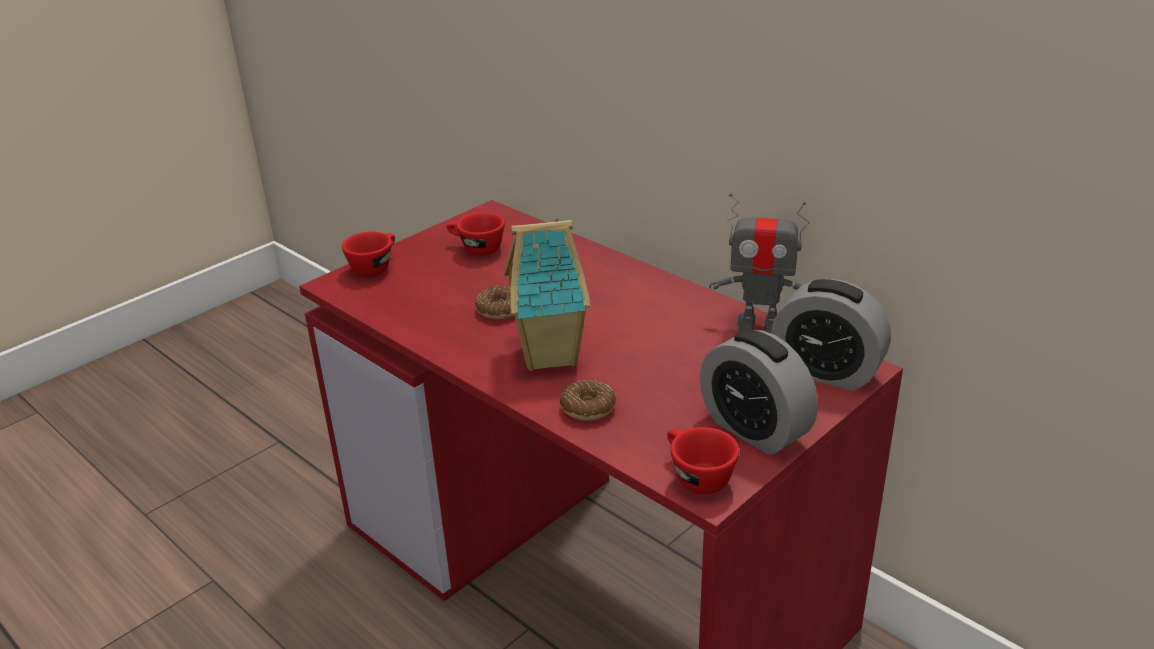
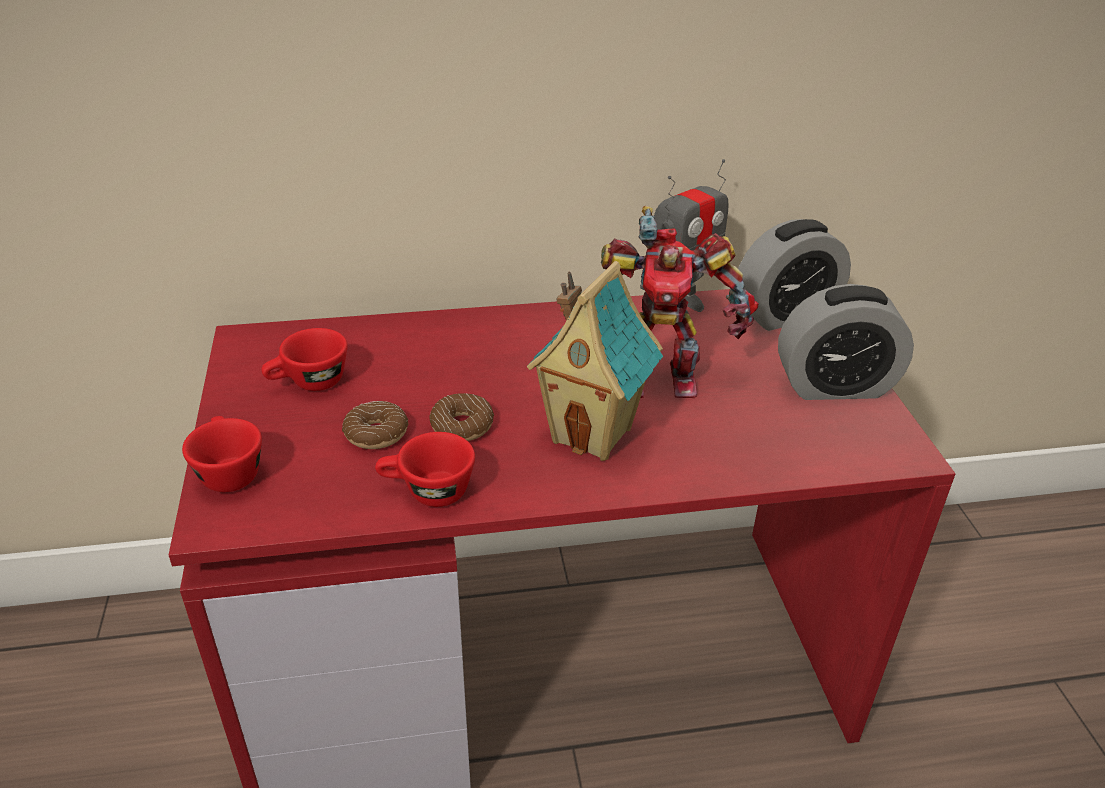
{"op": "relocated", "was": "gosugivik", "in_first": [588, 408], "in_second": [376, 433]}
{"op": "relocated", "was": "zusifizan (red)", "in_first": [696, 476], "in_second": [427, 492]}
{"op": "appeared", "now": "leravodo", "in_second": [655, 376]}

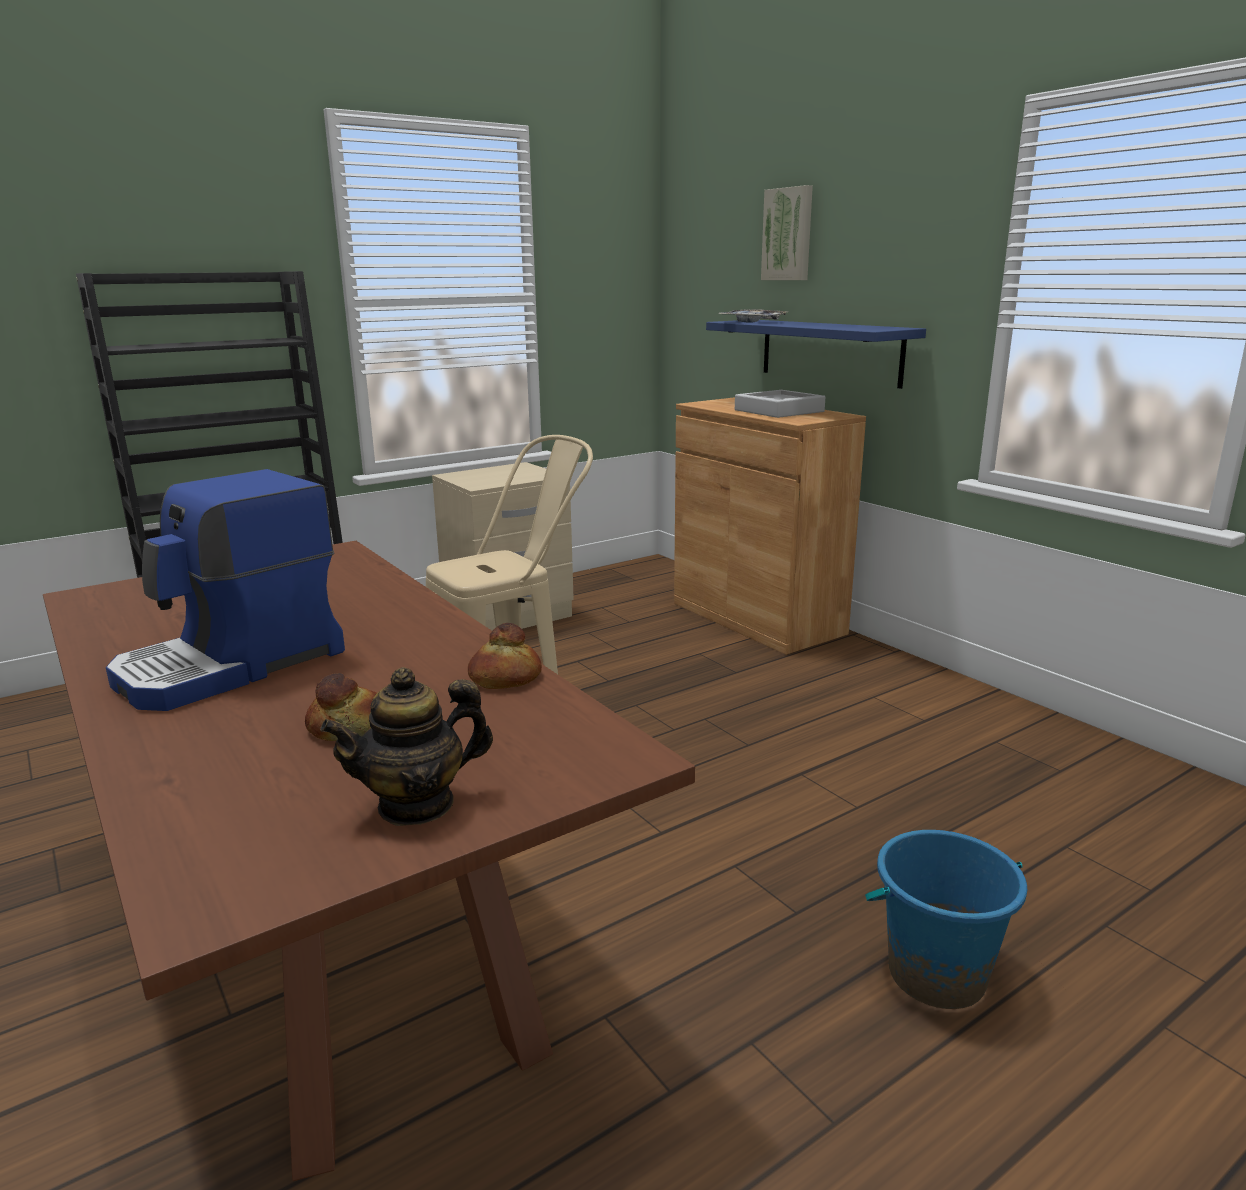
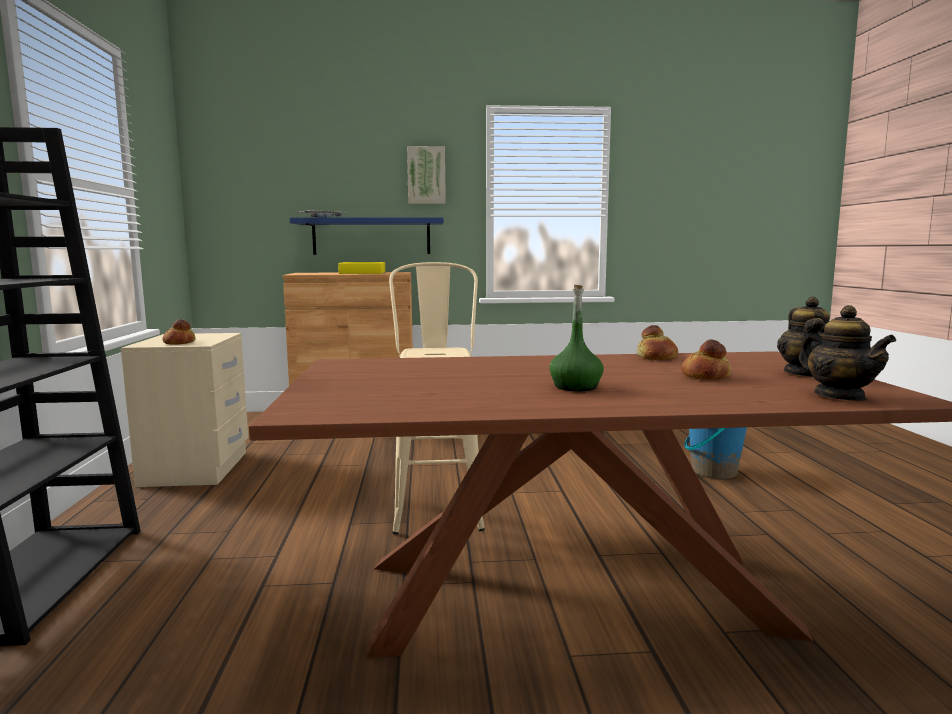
{"op": "exchanged", "was": "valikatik", "now": "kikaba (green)", "in_first": [233, 666], "in_second": [575, 387]}
{"op": "colour", "was": "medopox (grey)", "now": "medopox (yellow)", "in_first": [779, 411], "in_second": [362, 273]}
{"op": "relocated", "was": "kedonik", "in_first": [788, 234], "in_second": [426, 175]}
{"op": "appeared", "now": "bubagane", "in_second": [179, 343]}
{"op": "appeared", "now": "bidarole", "in_second": [840, 396]}

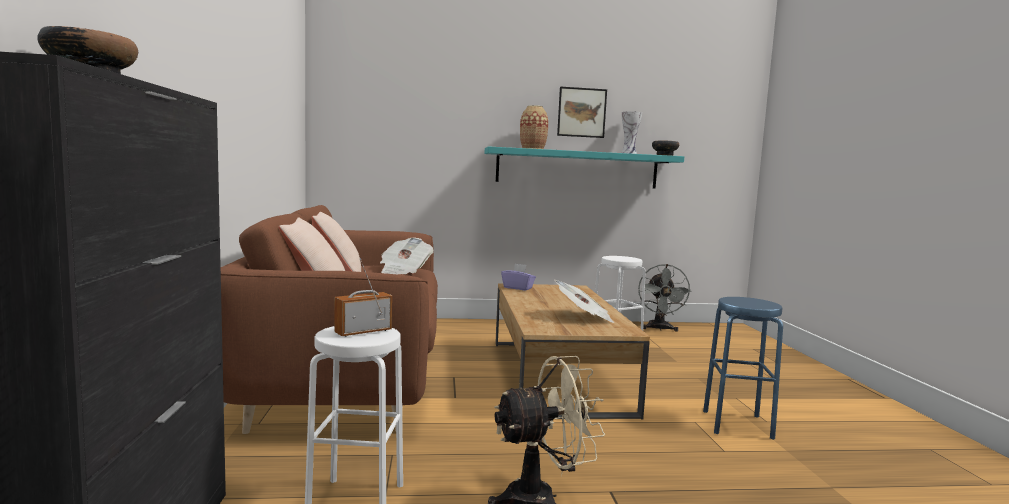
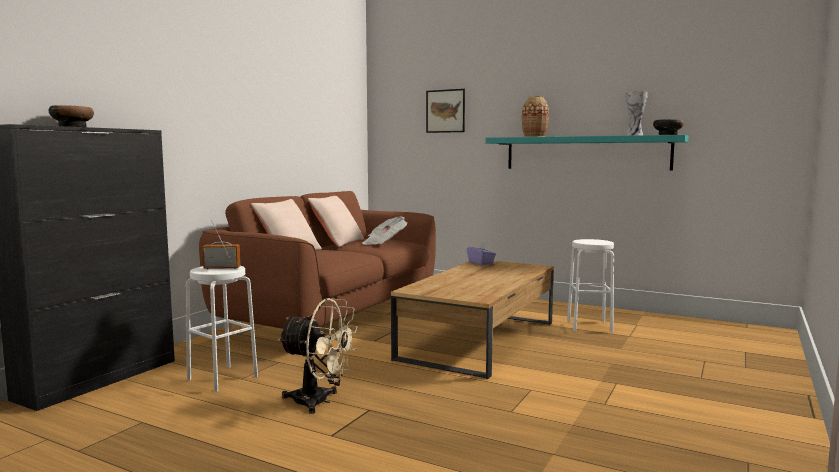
{"op": "missing", "was": "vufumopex", "in_first": [584, 318]}
{"op": "relocated", "was": "kedonik", "in_first": [581, 112], "in_second": [445, 111]}
{"op": "missing", "was": "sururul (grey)", "in_first": [659, 329]}
{"op": "missing", "was": "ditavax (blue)", "in_first": [737, 424]}

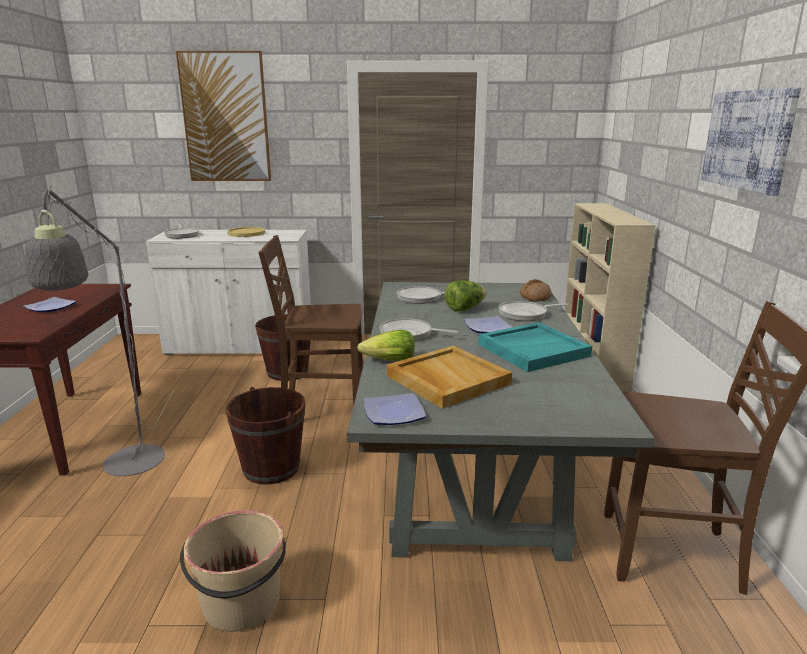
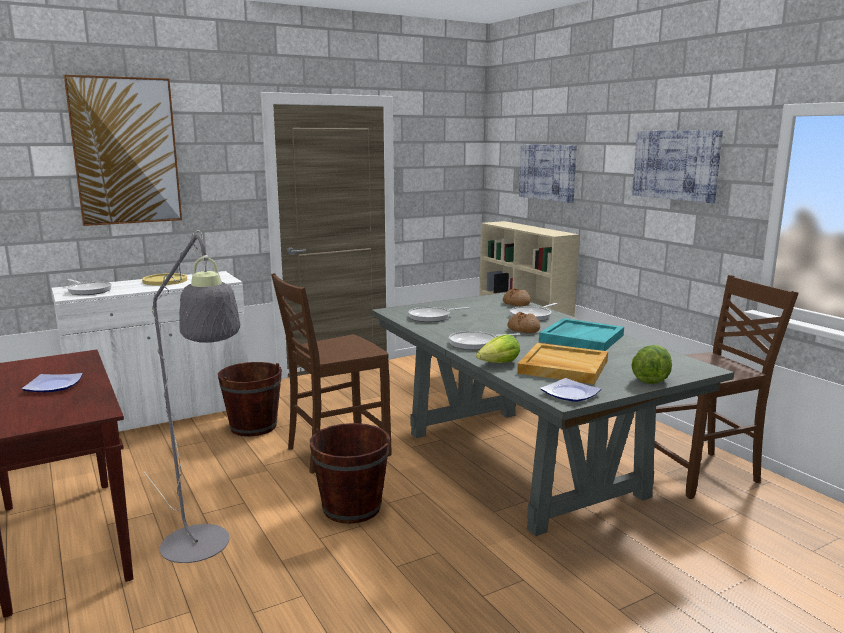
{"op": "missing", "was": "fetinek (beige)", "in_first": [241, 604]}
{"op": "relocated", "was": "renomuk", "in_first": [464, 309], "in_second": [651, 379]}
{"op": "exchanged", "was": "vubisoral", "now": "bubagane", "in_first": [486, 328], "in_second": [523, 330]}
{"op": "appeared", "now": "kedonik", "in_second": [547, 172]}

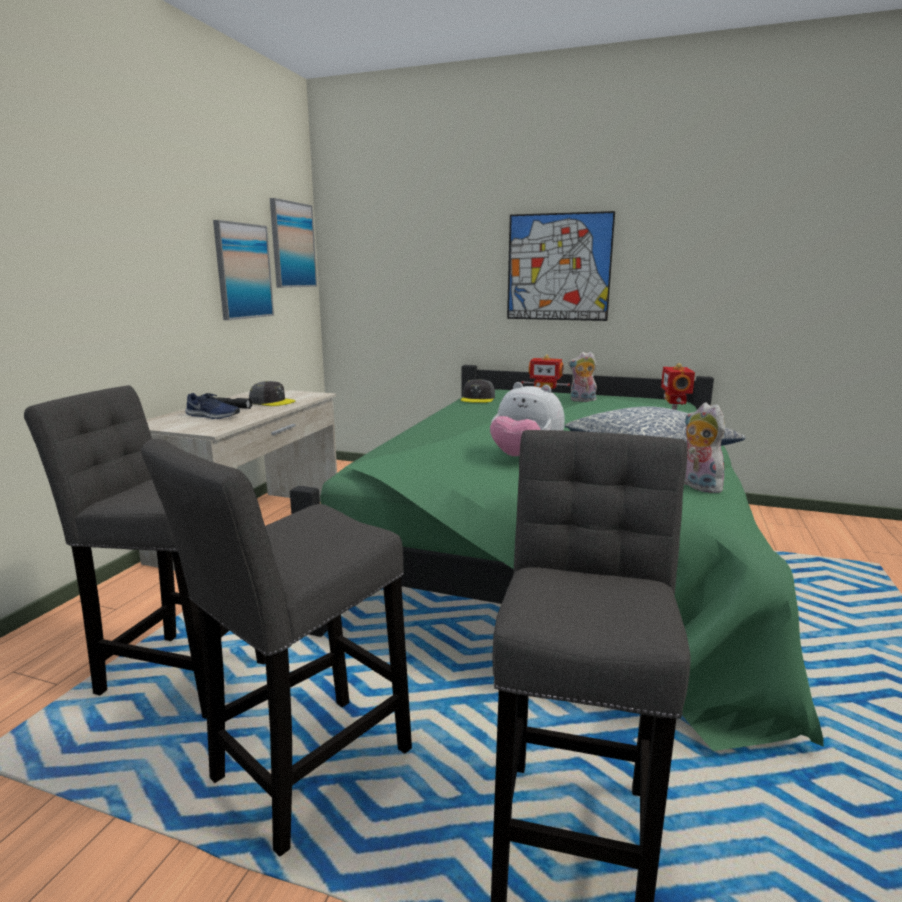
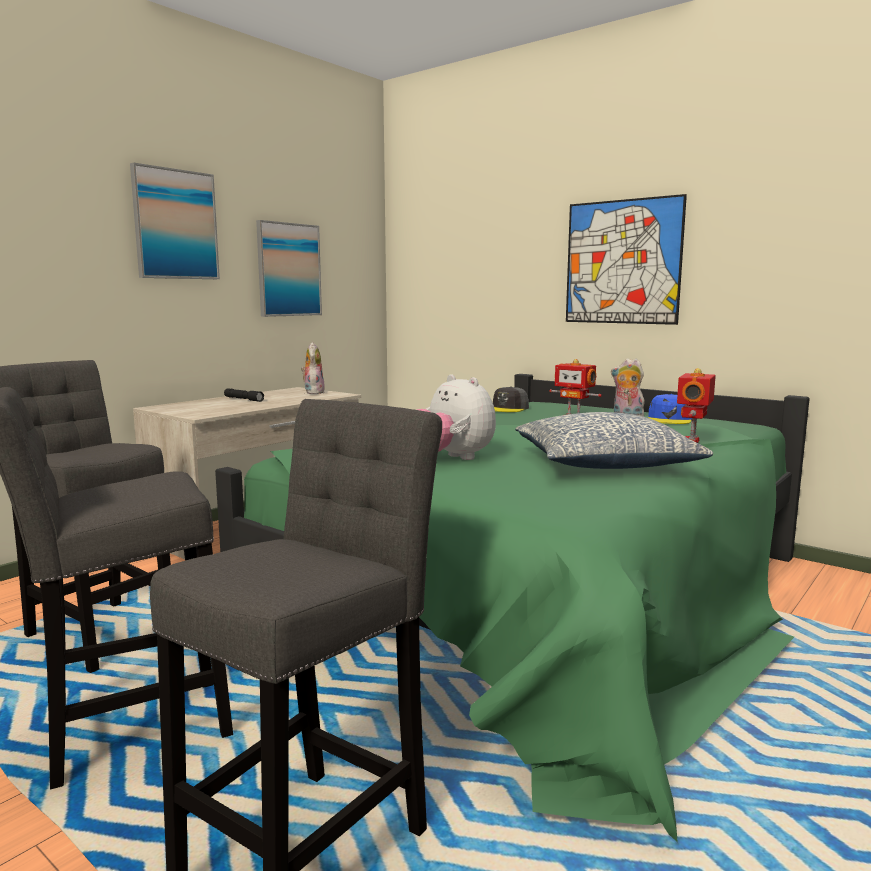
{"op": "missing", "was": "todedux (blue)", "in_first": [212, 416]}
{"op": "missing", "was": "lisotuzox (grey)", "in_first": [272, 402]}
{"op": "relocated", "was": "kedonik", "in_first": [292, 245], "in_second": [175, 224]}
{"op": "relocated", "was": "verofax", "in_first": [697, 486], "in_second": [313, 392]}
{"op": "appeared", "now": "lisotuzox (blue)", "in_second": [669, 419]}

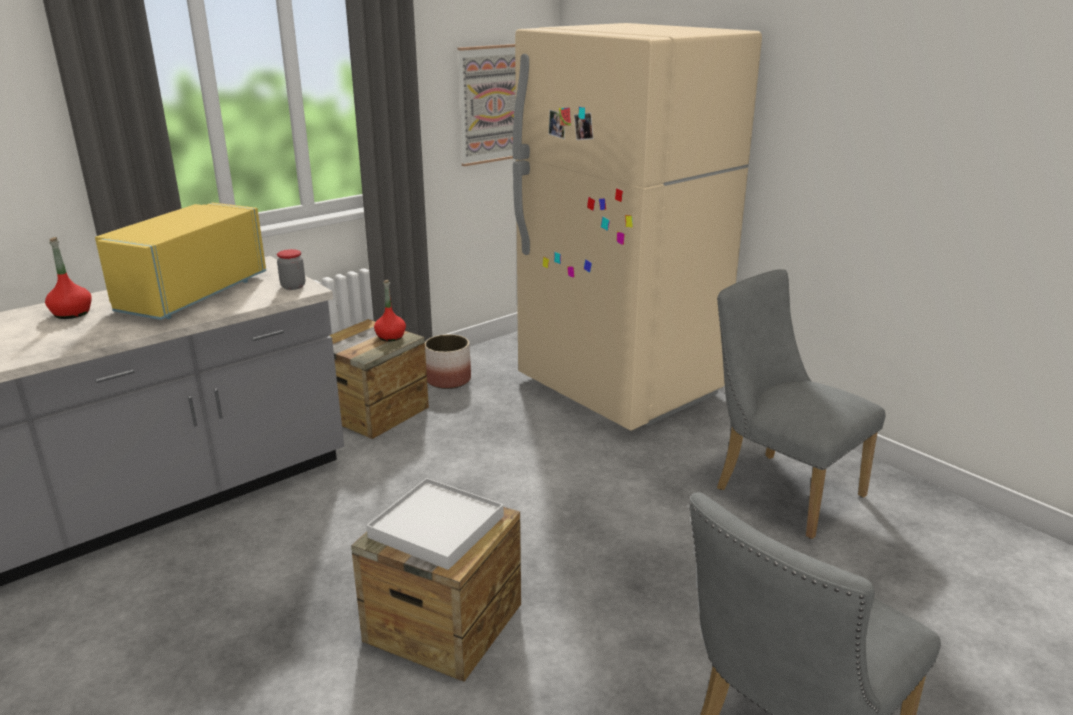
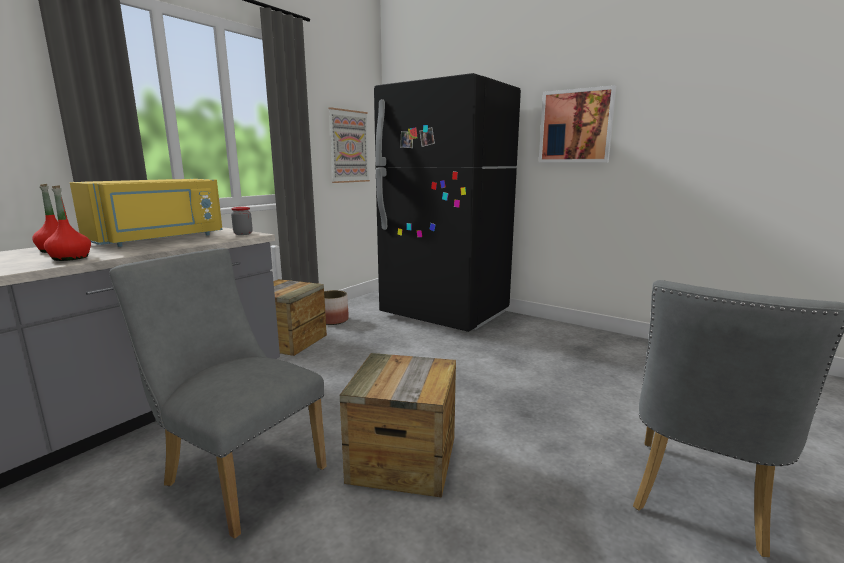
{"op": "spun", "was": "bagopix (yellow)", "in_first": [189, 294], "in_second": [160, 239], "clockwise": -150}
{"op": "missing", "was": "medopox (white)", "in_first": [437, 527]}
{"op": "relocated", "was": "kikaba (red)", "in_first": [390, 337], "in_second": [70, 258]}
{"op": "colour", "was": "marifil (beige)", "now": "marifil (black)", "in_first": [619, 387], "in_second": [445, 314]}
{"op": "relocated", "was": "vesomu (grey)", "in_first": [779, 489], "in_second": [238, 473]}
{"op": "appeared", "now": "kedonik", "in_second": [576, 126]}

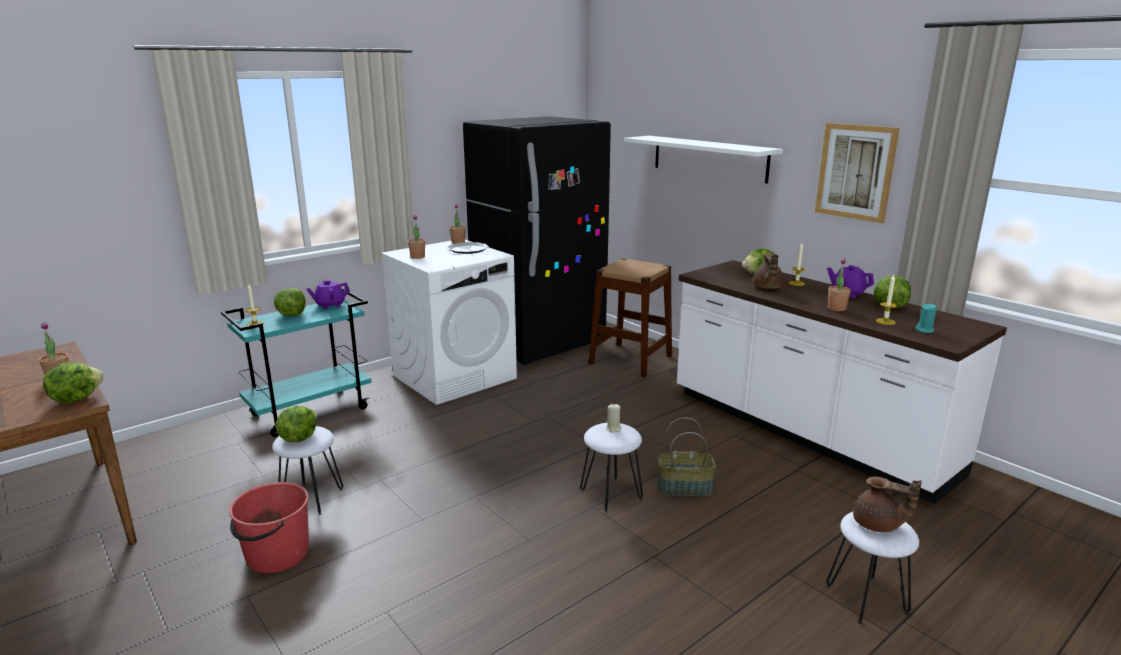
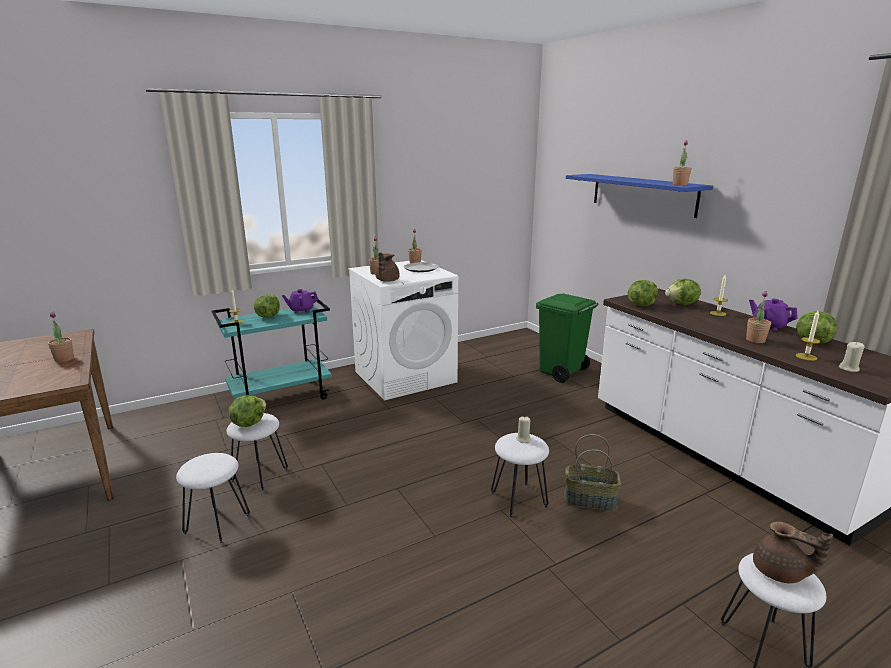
{"op": "relocated", "was": "renomuk", "in_first": [76, 399], "in_second": [641, 305]}
{"op": "exchanged", "was": "fetinek (red)", "now": "ditavax (white)", "in_first": [276, 555], "in_second": [216, 524]}
{"op": "missing", "was": "marifil (black)", "in_first": [539, 344]}
{"op": "exchanged", "was": "ditavax (brown)", "now": "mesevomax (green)", "in_first": [630, 359], "in_second": [561, 372]}
{"op": "colour", "was": "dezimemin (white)", "now": "dezimemin (blue)", "in_first": [709, 158], "in_second": [642, 194]}
{"op": "relocated", "was": "bidarole (brown)", "in_first": [767, 287], "in_second": [386, 280]}
{"op": "missing", "was": "kedonik", "in_first": [855, 172]}
{"op": "colour", "was": "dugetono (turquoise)", "now": "dugetono (beige)", "in_first": [924, 330], "in_second": [849, 368]}
{"op": "appeared", "now": "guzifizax", "in_second": [680, 185]}

